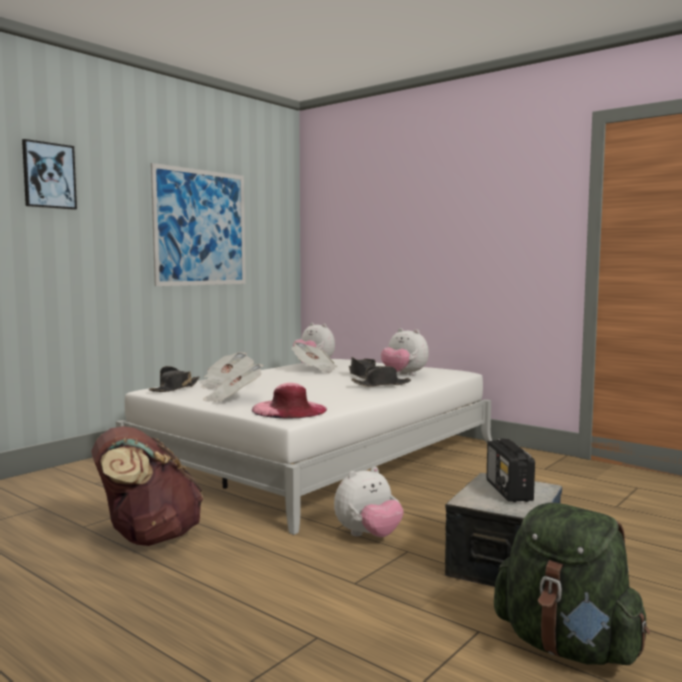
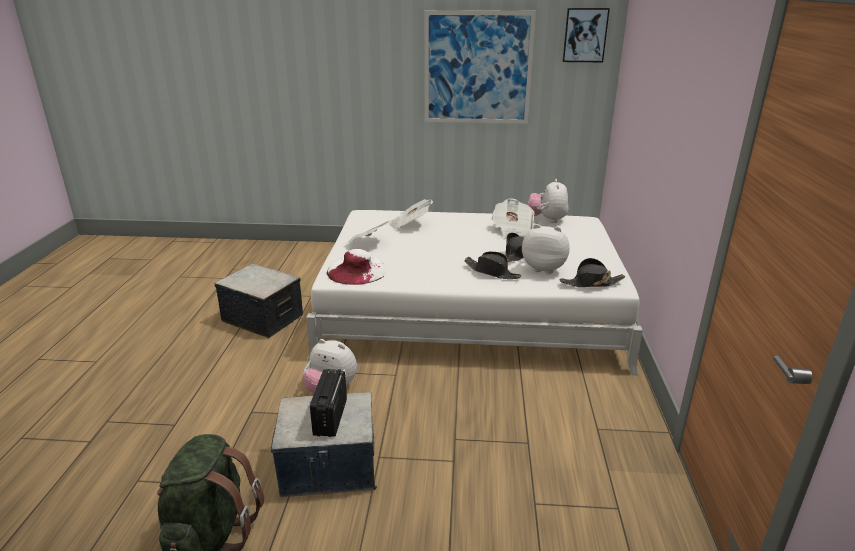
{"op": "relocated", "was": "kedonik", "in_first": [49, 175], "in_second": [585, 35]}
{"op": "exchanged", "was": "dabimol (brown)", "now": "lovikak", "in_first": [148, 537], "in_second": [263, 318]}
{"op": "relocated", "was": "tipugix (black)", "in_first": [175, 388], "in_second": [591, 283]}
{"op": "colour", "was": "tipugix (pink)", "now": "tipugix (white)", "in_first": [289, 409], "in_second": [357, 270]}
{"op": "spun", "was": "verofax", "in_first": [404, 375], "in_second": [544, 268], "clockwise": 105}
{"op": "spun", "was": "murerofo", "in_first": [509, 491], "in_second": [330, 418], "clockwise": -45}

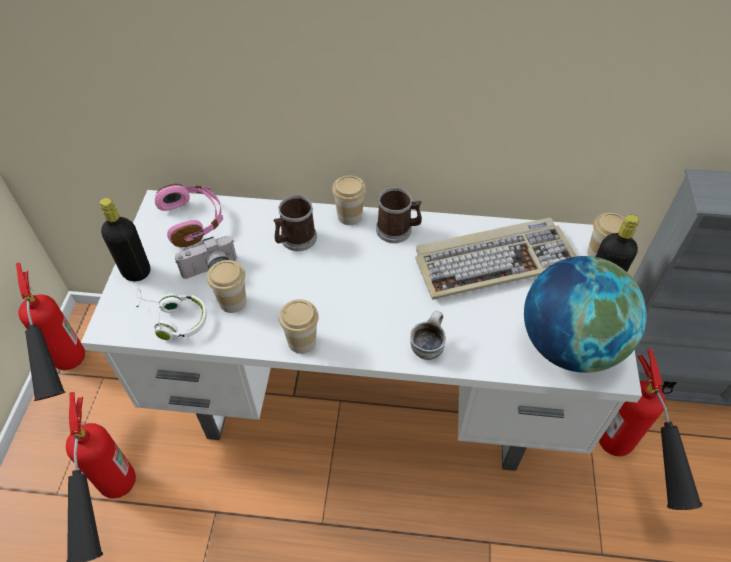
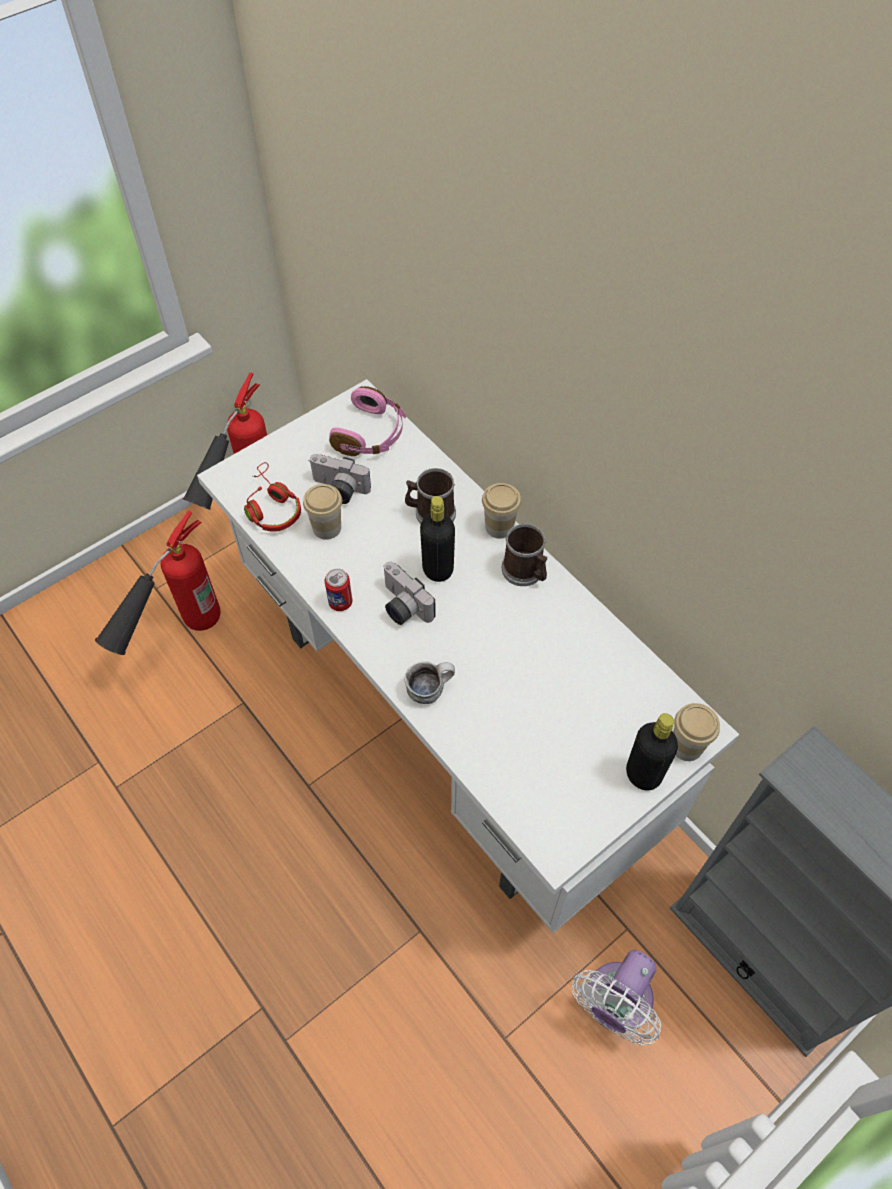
{"op": "relocated", "was": "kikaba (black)", "in_first": [136, 272], "in_second": [438, 569]}
{"op": "colour", "was": "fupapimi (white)", "now": "fupapimi (red)", "in_first": [173, 319], "in_second": [271, 507]}
{"op": "exchanged", "was": "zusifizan", "now": "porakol", "in_first": [302, 341], "in_second": [340, 602]}
{"op": "missing", "was": "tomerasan", "in_first": [495, 260]}
{"op": "missing", "was": "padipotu", "in_first": [569, 344]}
{"op": "exchanged", "was": "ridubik", "now": "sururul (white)", "in_first": [629, 472], "in_second": [615, 1004]}
{"op": "appeared", "now": "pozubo", "in_second": [402, 606]}

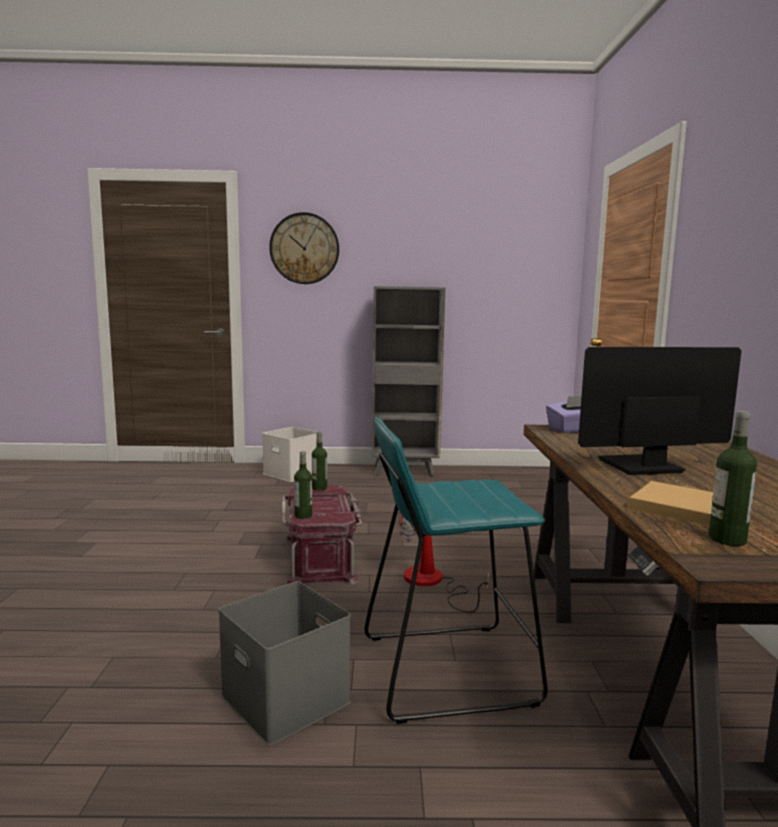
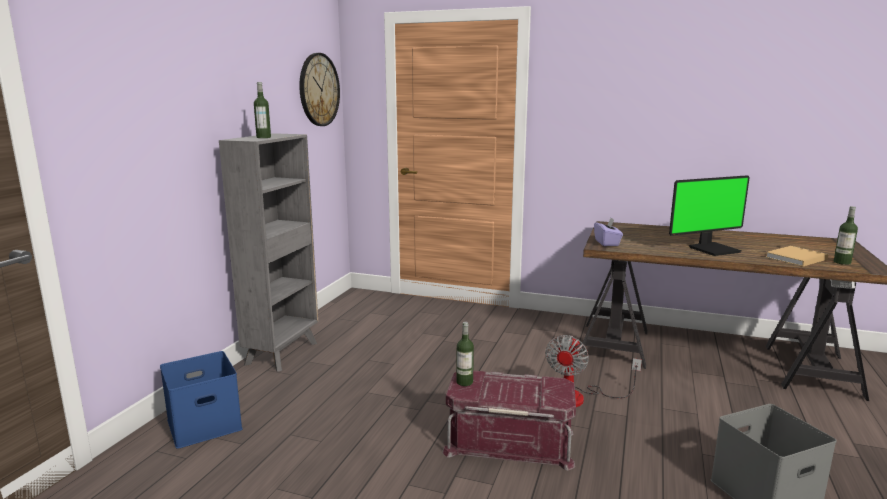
{"op": "colour", "was": "lovikak (white)", "now": "lovikak (blue)", "in_first": [290, 473], "in_second": [203, 425]}
{"op": "relocated", "was": "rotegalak", "in_first": [304, 248], "in_second": [319, 90]}
{"op": "relocated", "was": "kikaba", "in_first": [303, 516], "in_second": [263, 137]}
{"op": "missing", "was": "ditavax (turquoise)", "in_first": [447, 668]}
{"op": "spun", "was": "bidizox", "in_first": [641, 467], "in_second": [713, 249], "clockwise": -120}

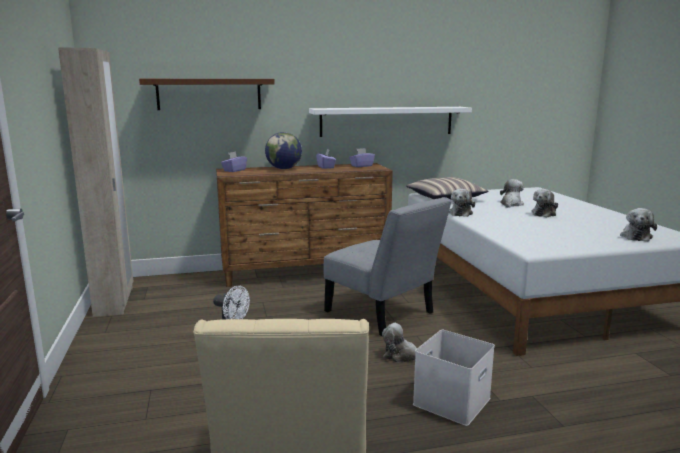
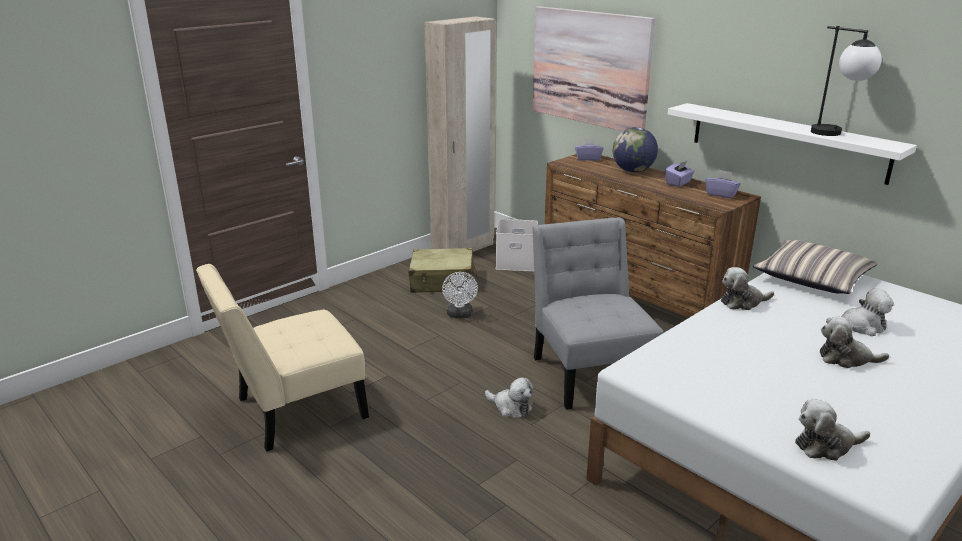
{"op": "exchanged", "was": "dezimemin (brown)", "now": "kedonik", "in_first": [209, 94], "in_second": [590, 68]}
{"op": "spun", "was": "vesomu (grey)", "in_first": [383, 314], "in_second": [589, 372], "clockwise": 150}
{"op": "spun", "was": "verofax", "in_first": [402, 356], "in_second": [510, 407], "clockwise": 135}
{"op": "relocated", "was": "lovikak (white)", "in_first": [451, 400], "in_second": [517, 262]}
{"op": "appeared", "now": "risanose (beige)", "in_second": [442, 281]}
{"op": "appeared", "now": "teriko", "in_second": [836, 135]}

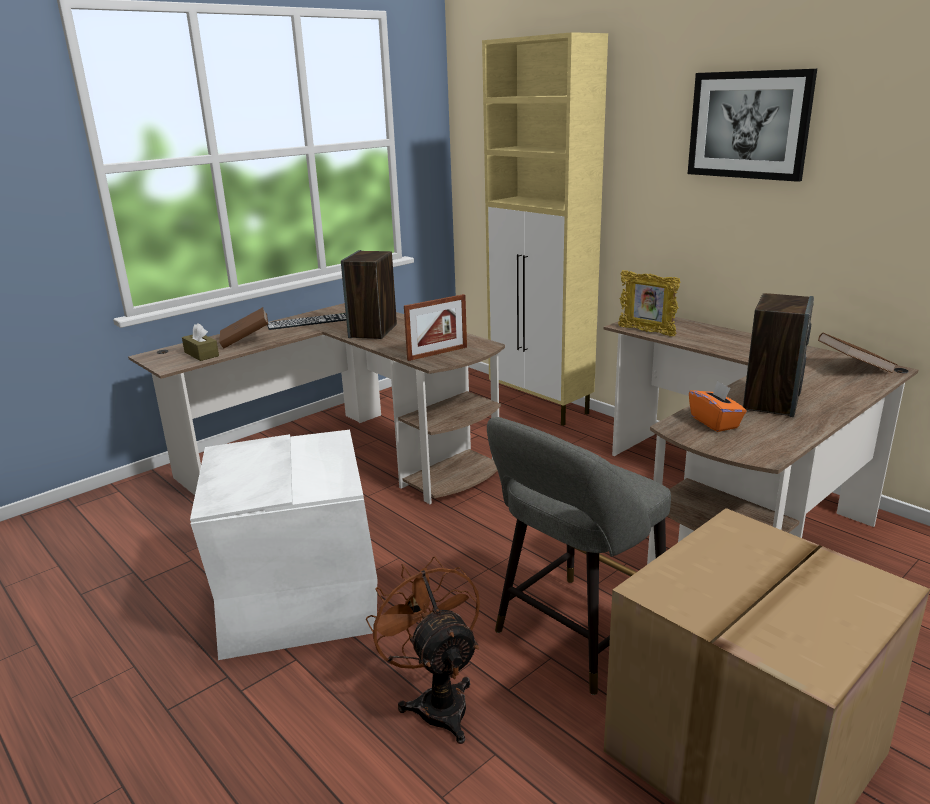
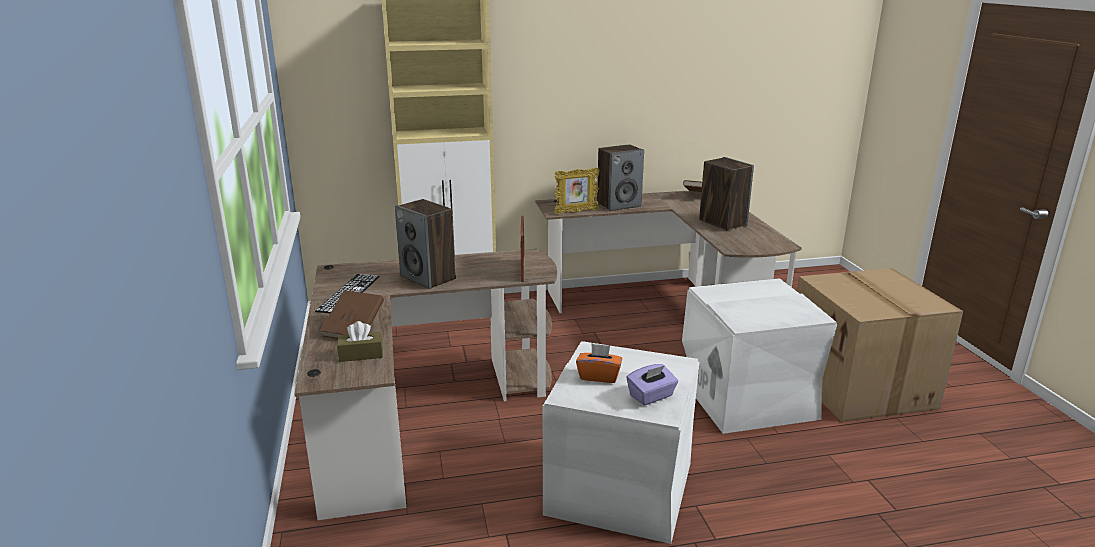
{"op": "missing", "was": "sururul (brown)", "in_first": [437, 701]}
{"op": "exchanged", "was": "ditavax (grey)", "now": "lovikak (white)", "in_first": [574, 636], "in_second": [745, 397]}
{"op": "missing", "was": "kedonik", "in_first": [749, 125]}
{"op": "relocated", "was": "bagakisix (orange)", "in_first": [715, 422], "in_second": [599, 376]}
{"op": "appeared", "now": "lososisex", "in_second": [619, 205]}
{"op": "appeared", "now": "bagakisix (purple)", "in_second": [651, 396]}

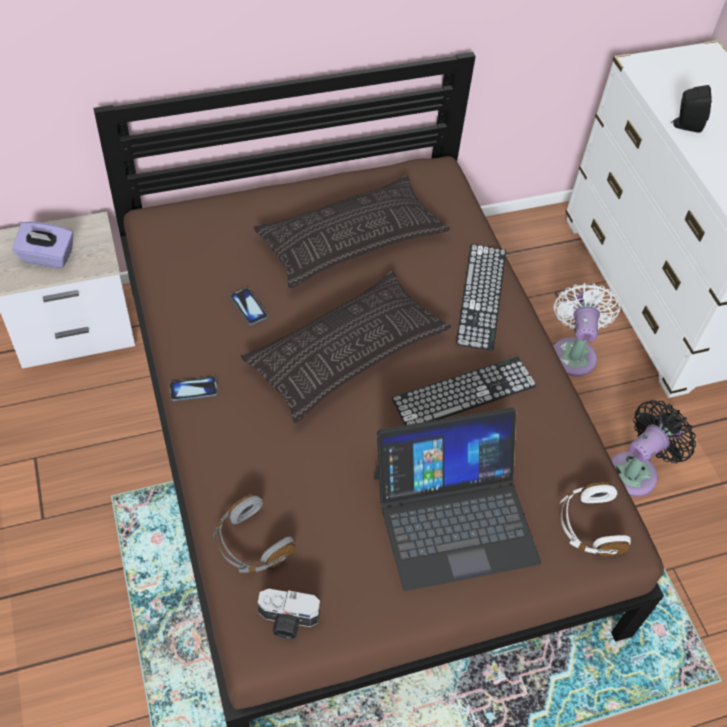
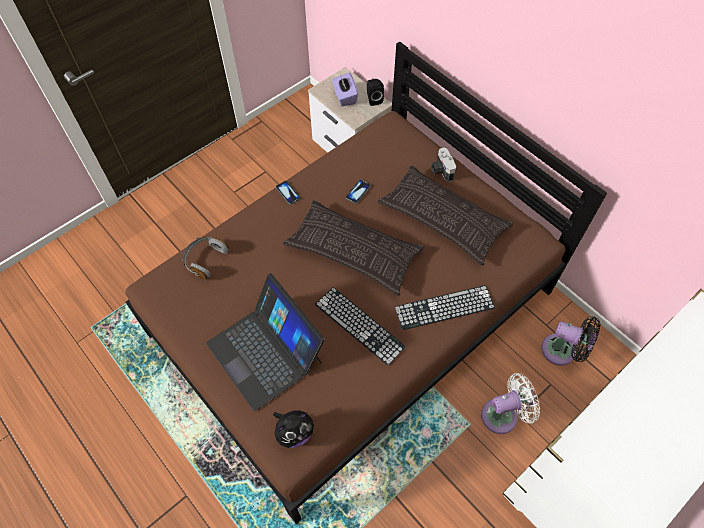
{"op": "relocated", "was": "pozubo", "in_first": [287, 621], "in_second": [441, 170]}
{"op": "exchanged", "was": "fupapimi (white)", "now": "verofax", "in_first": [589, 526], "in_second": [294, 432]}
{"op": "relocated", "was": "sururul (black)", "in_first": [636, 471], "in_second": [562, 351]}
{"op": "relocated", "was": "lososisex (black)", "in_first": [685, 125], "in_second": [373, 99]}

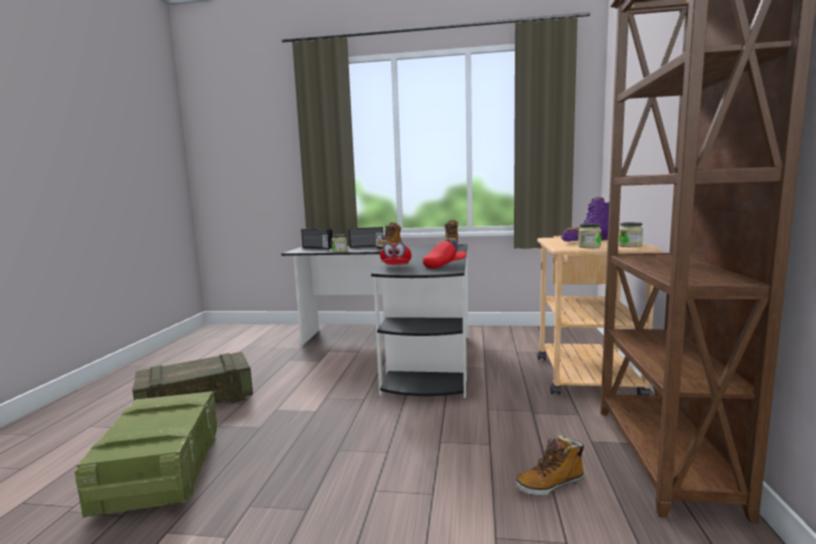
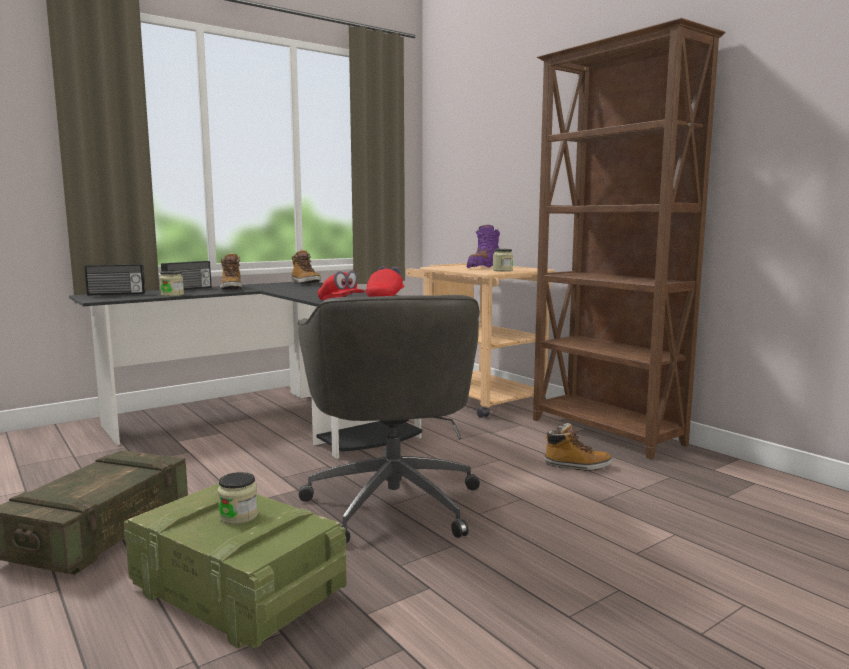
{"op": "spun", "was": "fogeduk", "in_first": [550, 484], "in_second": [577, 466], "clockwise": -105}
{"op": "relocated", "was": "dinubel", "in_first": [630, 246], "in_second": [238, 516]}
{"op": "appeared", "now": "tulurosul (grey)", "in_second": [393, 501]}

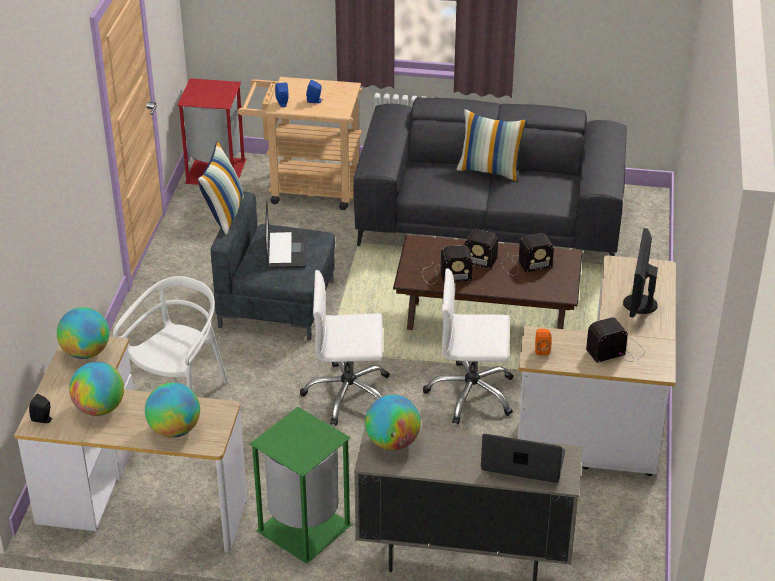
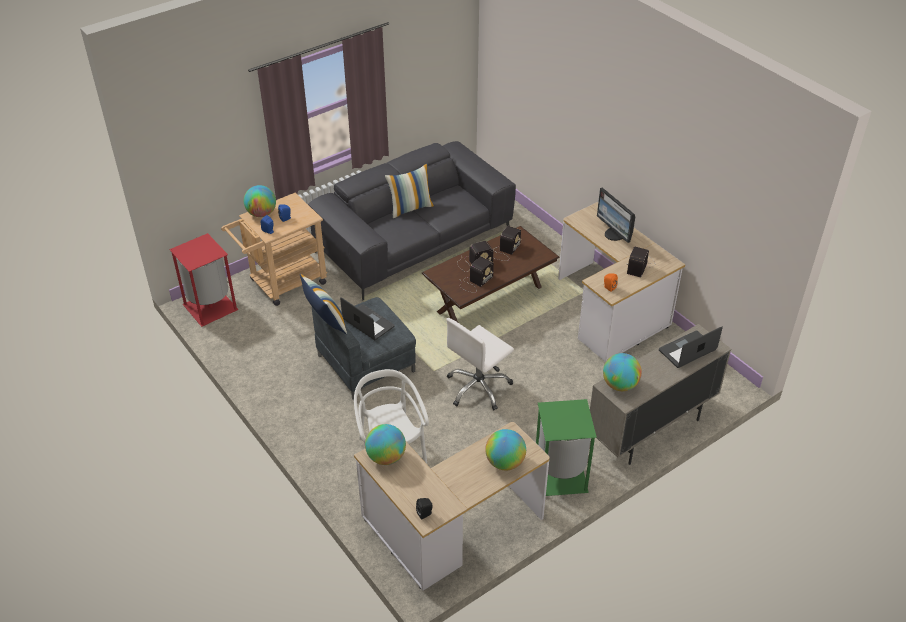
{"op": "relocated", "was": "padipotu", "in_first": [99, 408], "in_second": [261, 214]}
{"op": "missing", "was": "tulurosul (white)", "in_first": [471, 394]}

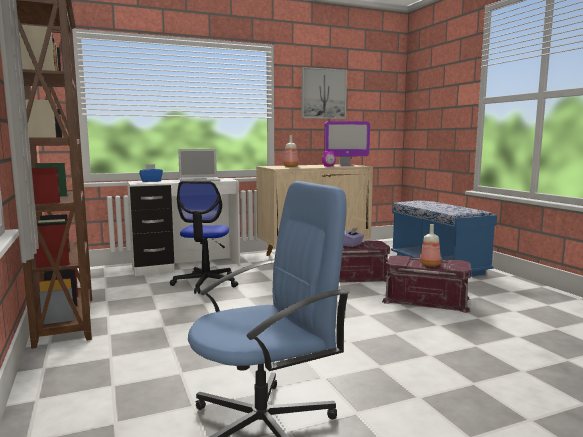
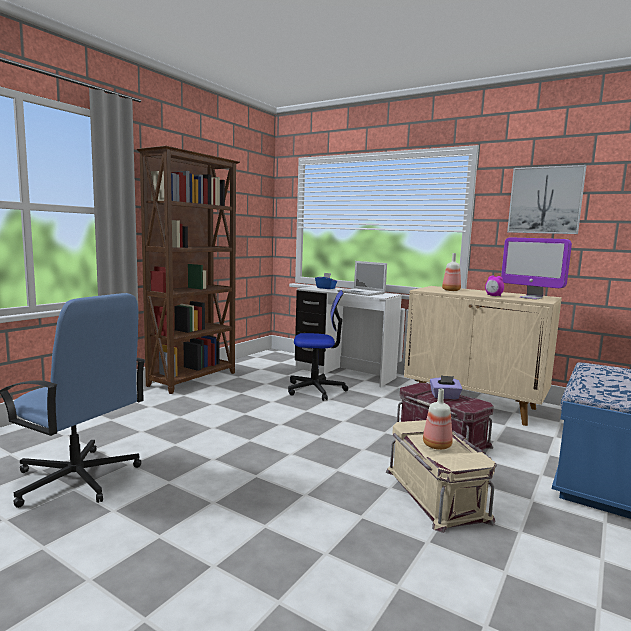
{"op": "spun", "was": "tulurosul", "in_first": [205, 283], "in_second": [316, 389], "clockwise": -150}
{"op": "colour", "was": "lovikak (red)", "now": "lovikak (beige)", "in_first": [426, 300], "in_second": [437, 494]}

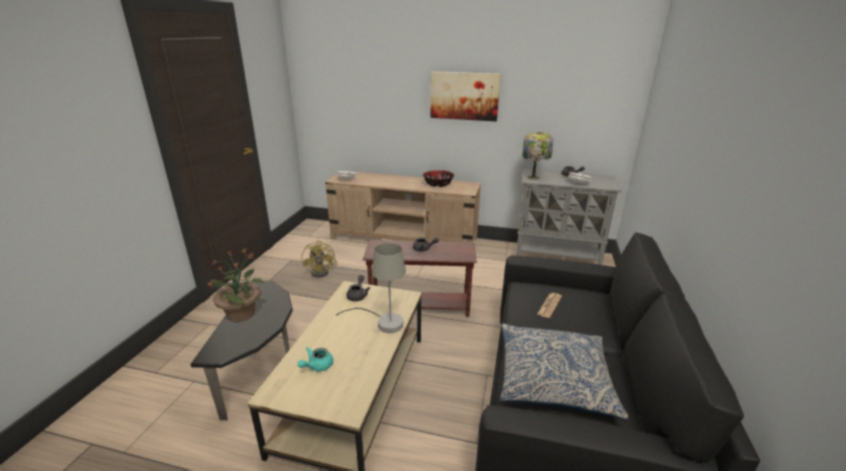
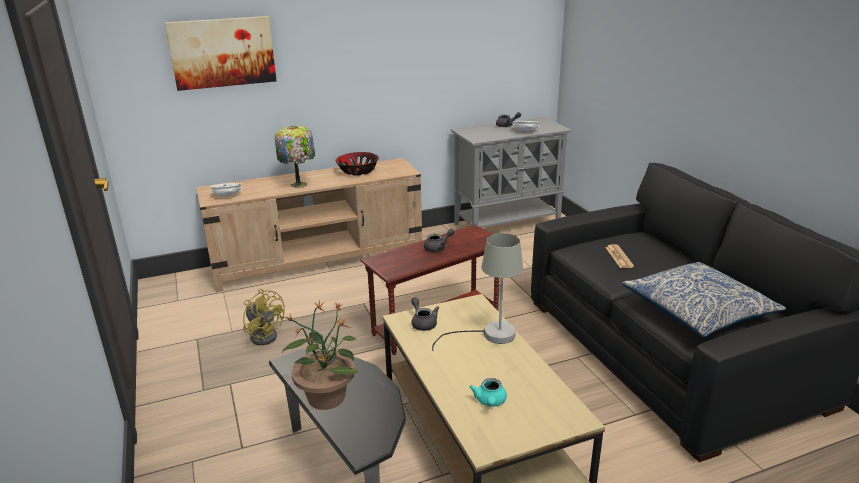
{"op": "relocated", "was": "kedonik", "in_first": [464, 96], "in_second": [222, 52]}
{"op": "relocated", "was": "teriko", "in_first": [534, 177], "in_second": [299, 184]}

